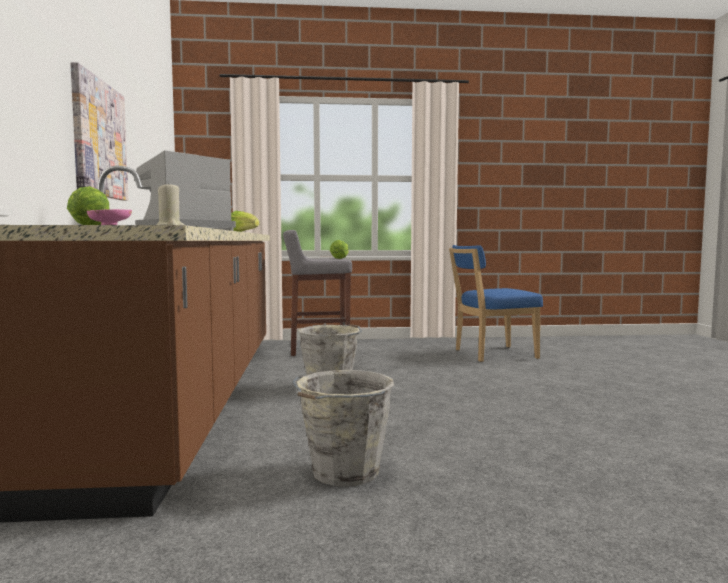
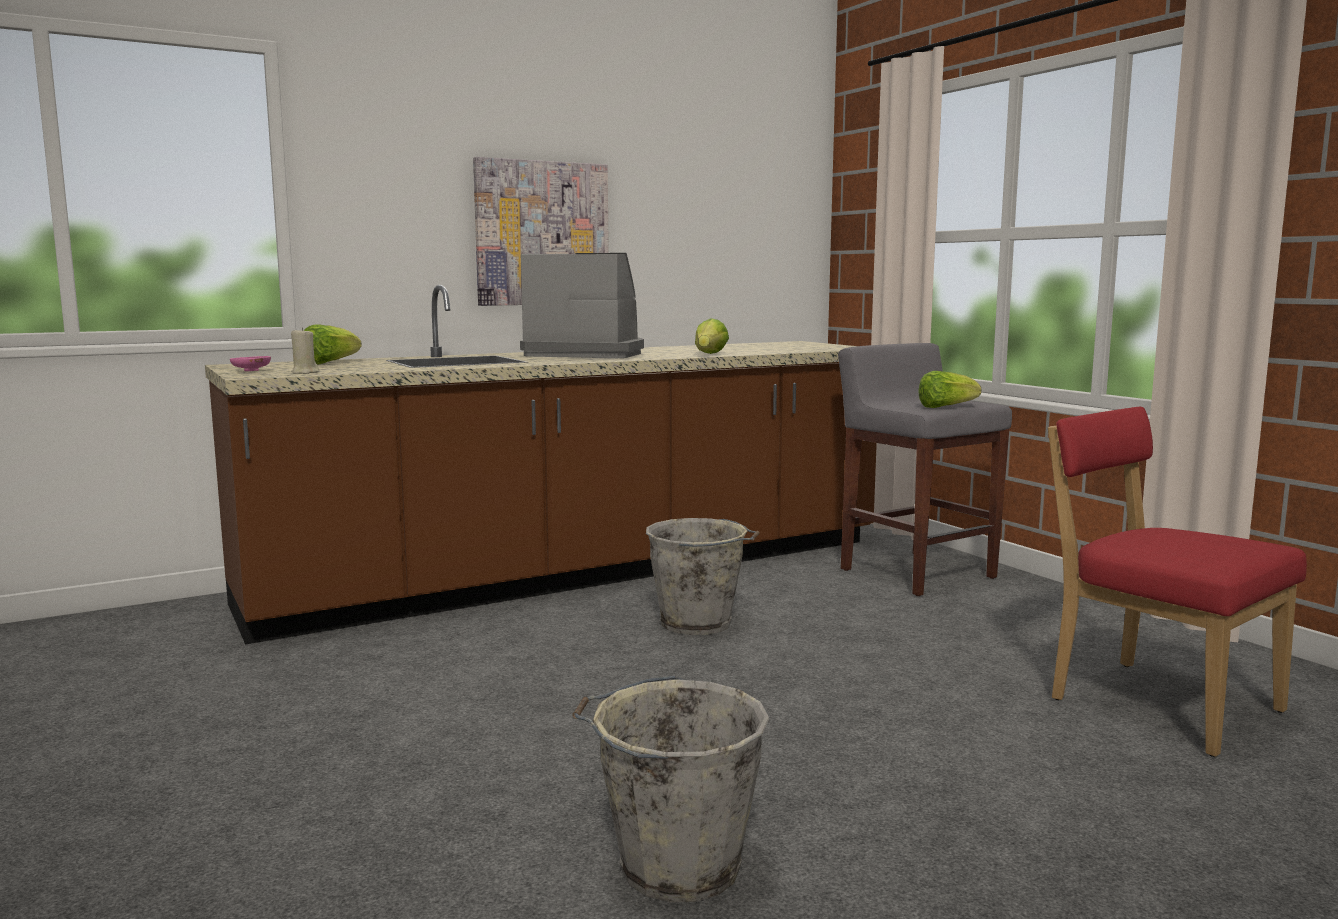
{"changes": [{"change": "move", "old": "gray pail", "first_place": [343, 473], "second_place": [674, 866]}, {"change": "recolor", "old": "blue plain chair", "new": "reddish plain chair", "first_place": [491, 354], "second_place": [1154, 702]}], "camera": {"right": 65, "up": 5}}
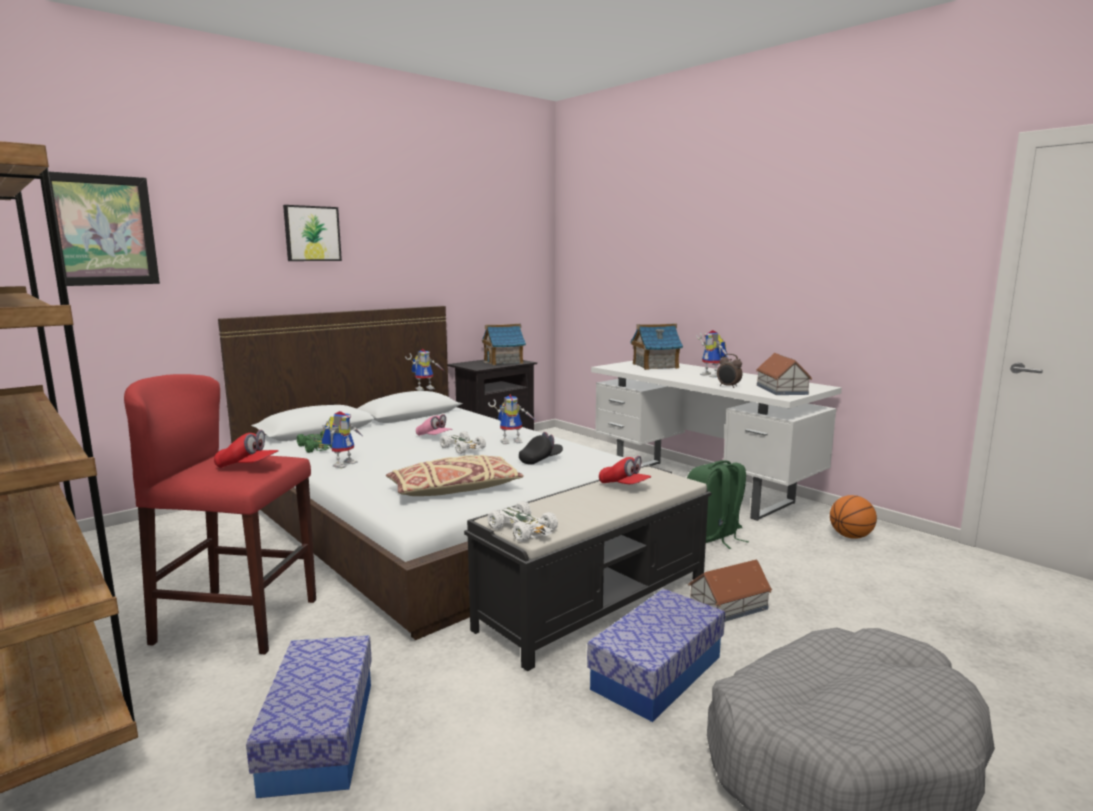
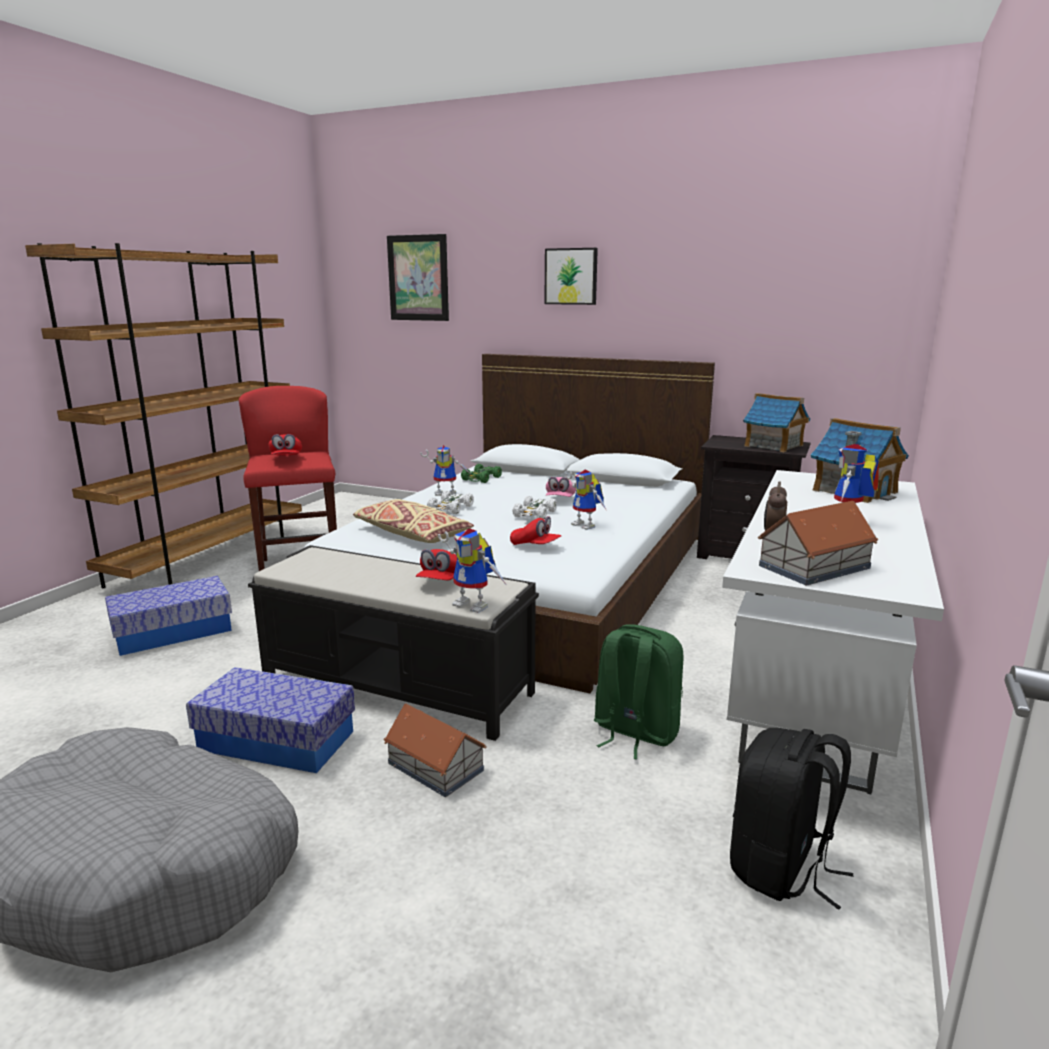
{"changes": [{"change": "move", "old": "toy robot", "first_place": [425, 388], "second_place": [475, 605]}, {"change": "move", "old": "white toy car", "first_place": [523, 530], "second_place": [450, 509]}, {"change": "replace", "old": "basketball ball", "new": "blackish knapsack", "first_place": [850, 536], "second_place": [781, 868]}, {"change": "recolor", "old": "blackish peaked cap", "new": "reddish peaked cap", "first_place": [540, 460], "second_place": [535, 546]}], "camera": {"right": 65, "up": 5}}
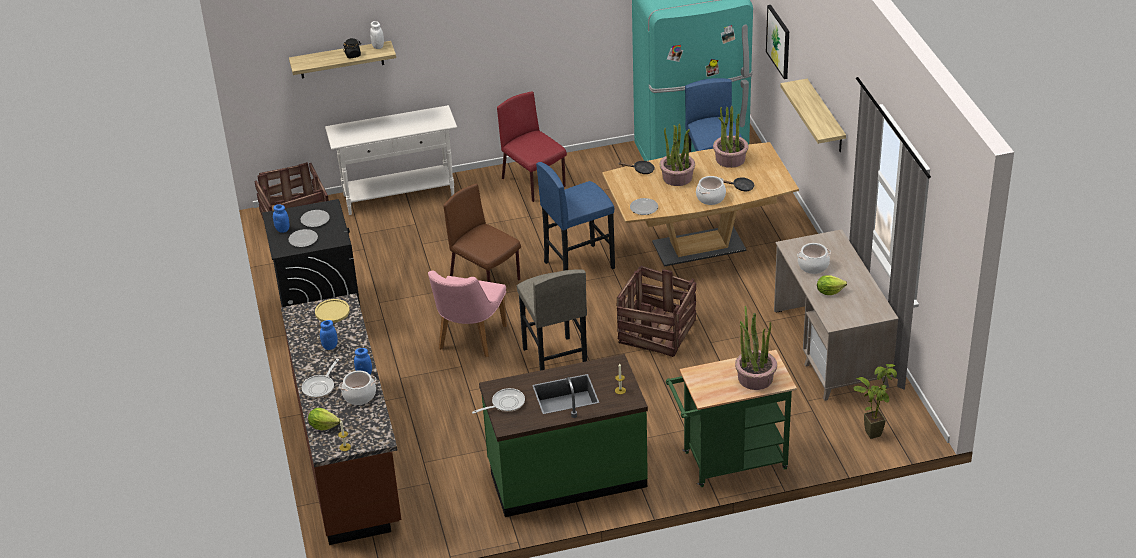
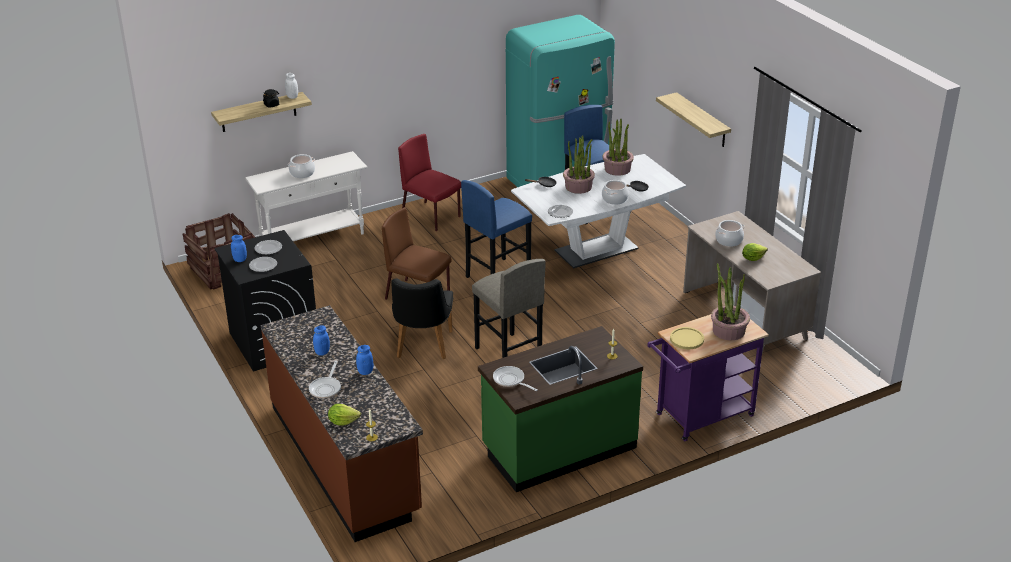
{"changes": [{"change": "delete", "old": "shipping crate", "first_place": [656, 332]}, {"change": "delete", "old": "wall art", "first_place": [779, 41]}, {"change": "delete", "old": "houseplant", "first_place": [872, 429]}, {"change": "move", "old": "yellowish dinner plate", "first_place": [332, 312], "second_place": [686, 339]}, {"change": "move", "old": "saucepot", "first_place": [359, 395], "second_place": [302, 173]}, {"change": "recolor", "old": "pink plain chair", "new": "blackish plain chair", "first_place": [468, 341], "second_place": [422, 348]}, {"change": "recolor", "old": "brown-coloured dinner table", "new": "white dinner table", "first_place": [698, 246], "second_place": [596, 250]}, {"change": "recolor", "old": "green trolley", "new": "purplish trolley", "first_place": [728, 463], "second_place": [699, 417]}, {"change": "rotate", "old": "skillet", "first_place": [505, 404], "second_place": [510, 380], "degrees": -90}], "camera": {"right": -15, "up": -5}}
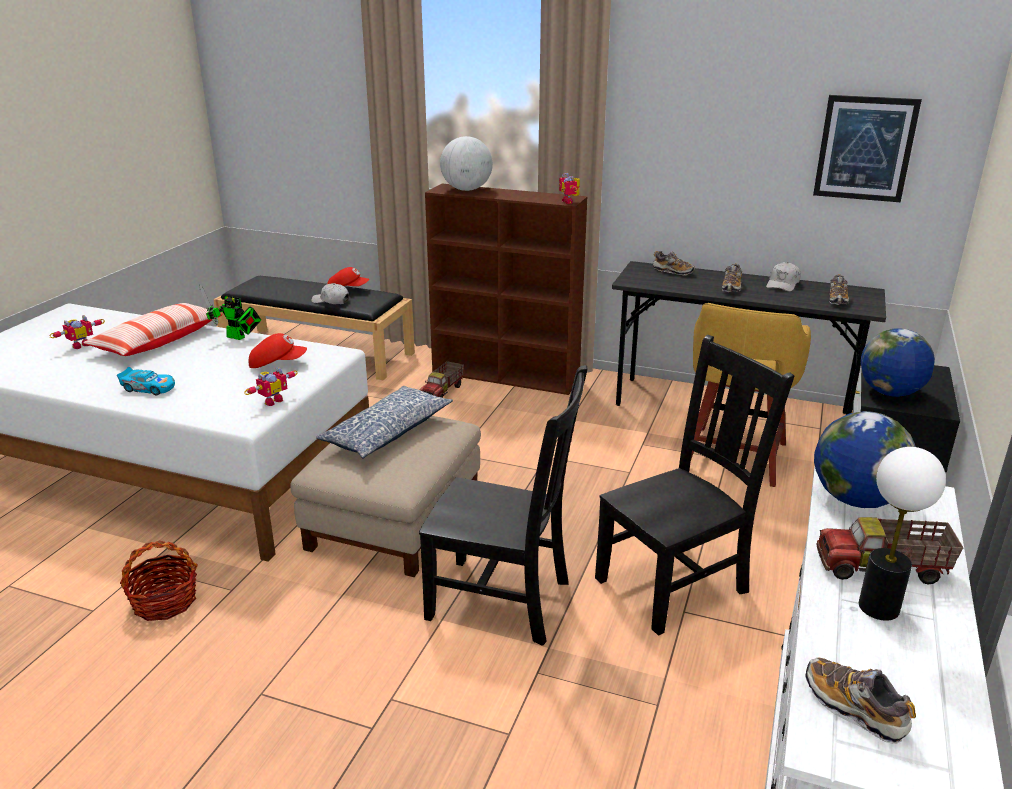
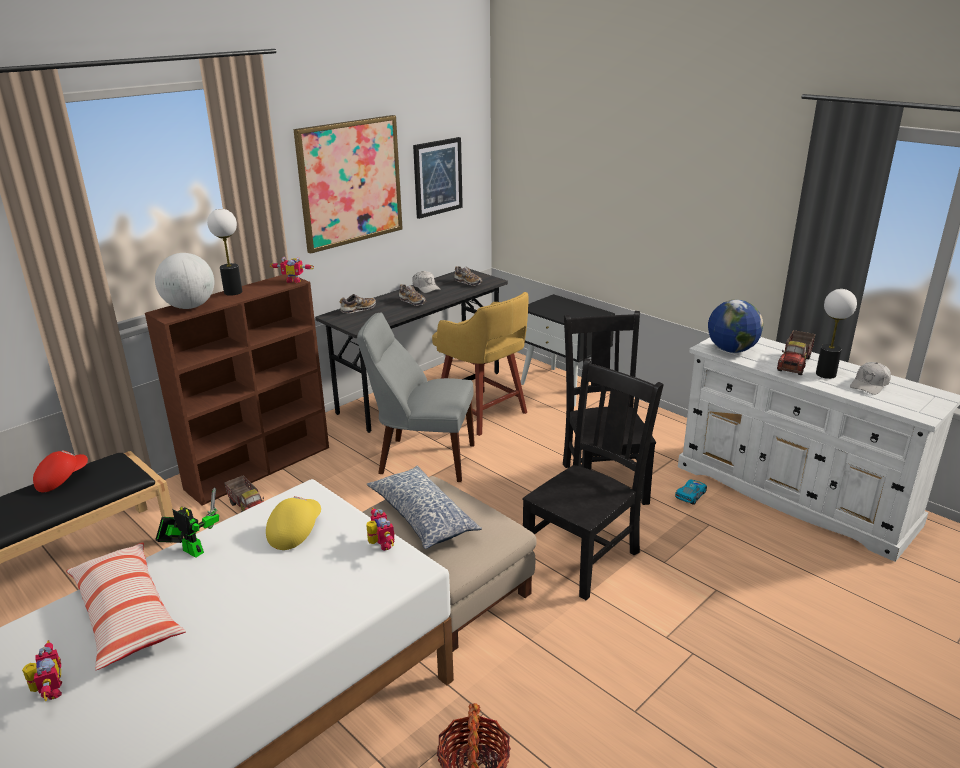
{"changes": [{"change": "delete", "old": "shoe", "first_place": [854, 708]}, {"change": "delete", "old": "globe", "first_place": [890, 393]}, {"change": "insert", "new": "lamp for a table", "second_place": [233, 292]}, {"change": "insert", "new": "wall art", "second_place": [350, 182]}, {"change": "insert", "new": "gray plain chair", "second_place": [422, 458]}, {"change": "move", "old": "toy car", "first_place": [149, 388], "second_place": [690, 496]}, {"change": "move", "old": "white peaked cap", "first_place": [331, 301], "second_place": [869, 385]}, {"change": "recolor", "old": "reddish peaked cap", "new": "yellowish peaked cap", "first_place": [277, 364], "second_place": [295, 531]}, {"change": "rotate", "old": "toy robot", "first_place": [238, 337], "second_place": [191, 550], "degrees": -105}], "camera": {"right": -65, "up": 0}}
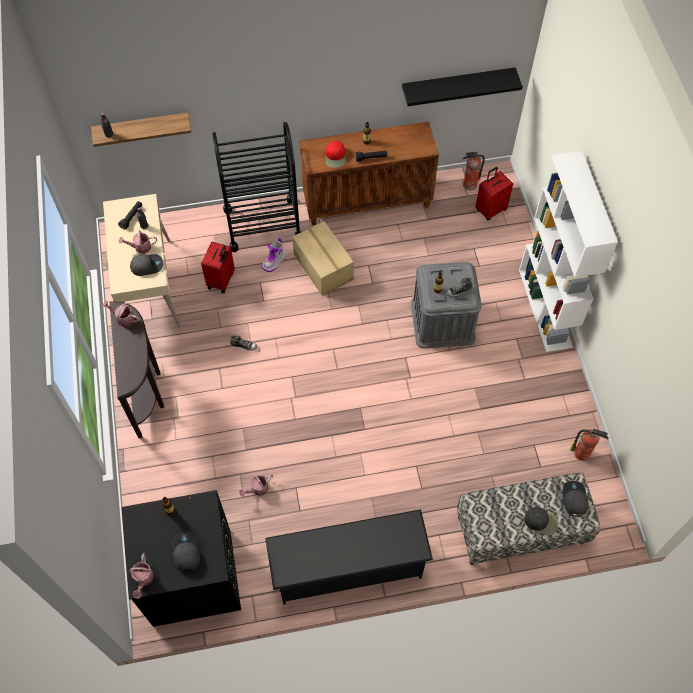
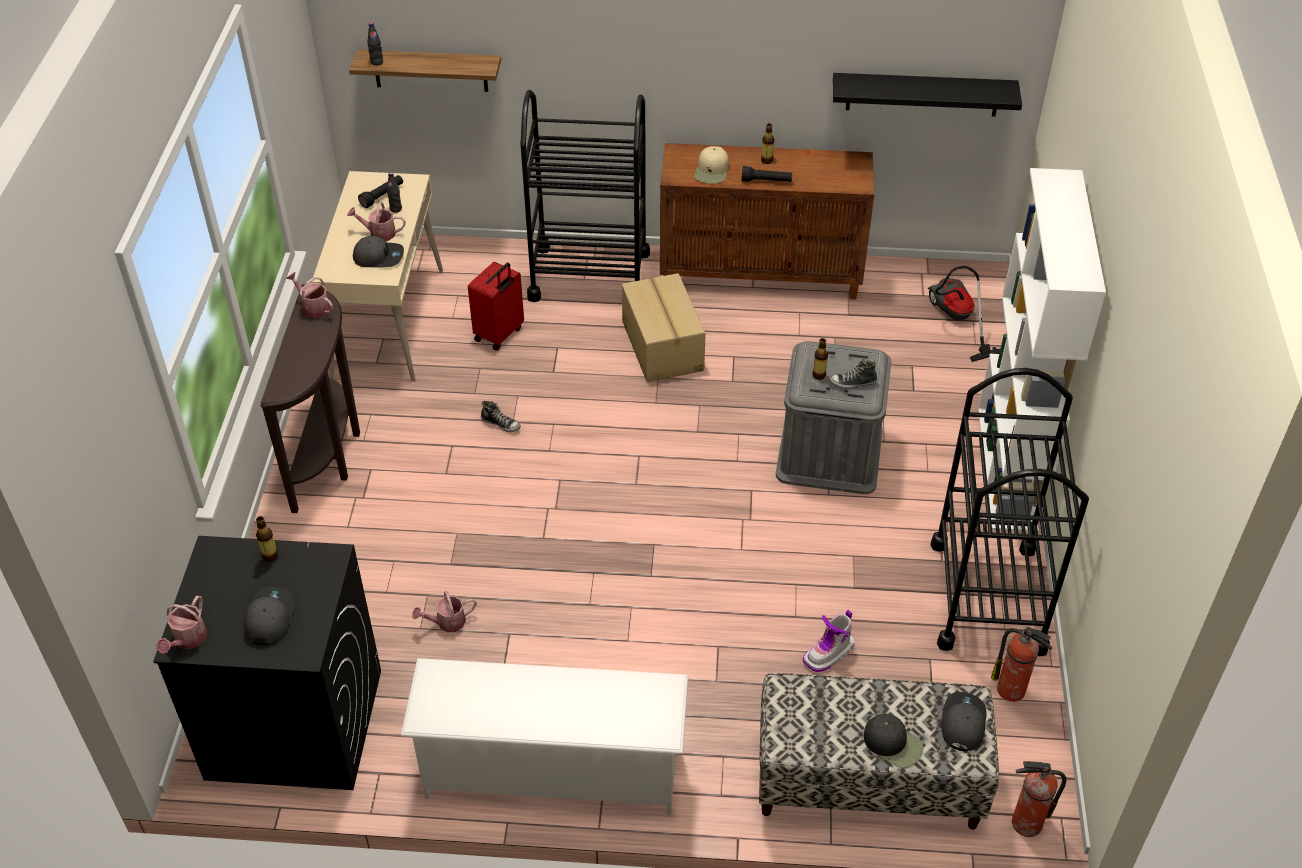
{"changes": [{"change": "insert", "new": "blackish trolley", "second_place": [987, 596]}, {"change": "move", "old": "tall boot", "first_place": [274, 261], "second_place": [829, 654]}, {"change": "move", "old": "fire extinguisher", "first_place": [469, 185], "second_place": [1025, 823]}, {"change": "replace", "old": "reddish suitcase", "new": "hoover", "first_place": [490, 209], "second_place": [955, 320]}, {"change": "recolor", "old": "blackish shoe shelf", "new": "white shoe shelf", "first_place": [348, 568], "second_place": [552, 771]}, {"change": "recolor", "old": "reddish peaked cap", "new": "beige peaked cap", "first_place": [335, 157], "second_place": [712, 171]}], "camera": {"right": 15, "up": -15}}
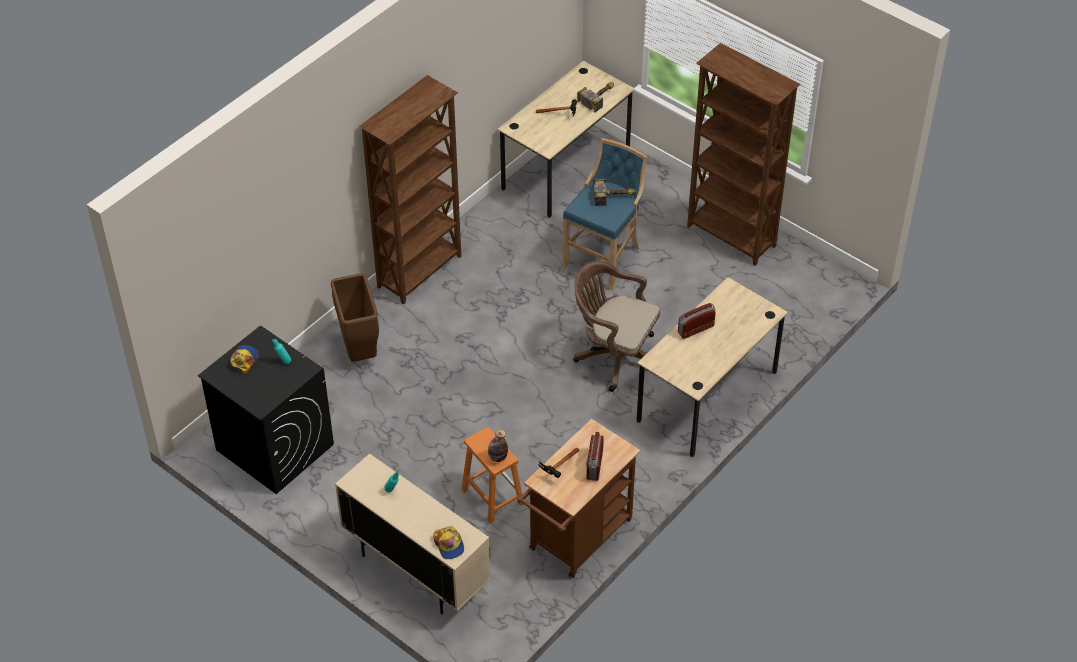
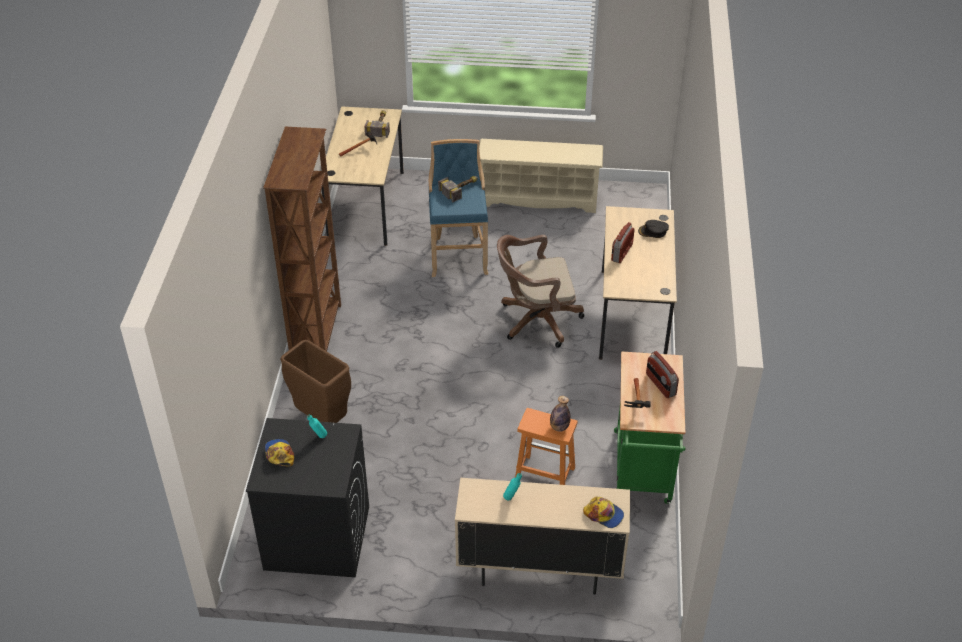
{"changes": [{"change": "insert", "new": "blackish peaked cap", "second_place": [653, 231]}, {"change": "replace", "old": "brown-coloured shelving unit", "new": "beige shoe shelf", "first_place": [731, 237], "second_place": [538, 198]}, {"change": "recolor", "old": "brown-coloured trolley", "new": "green trolley", "first_place": [576, 540], "second_place": [642, 472]}], "camera": {"right": -35, "up": -5}}
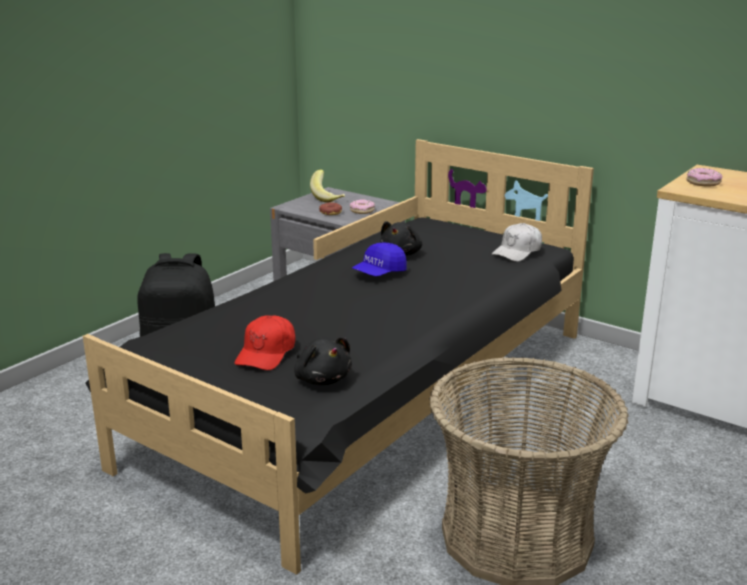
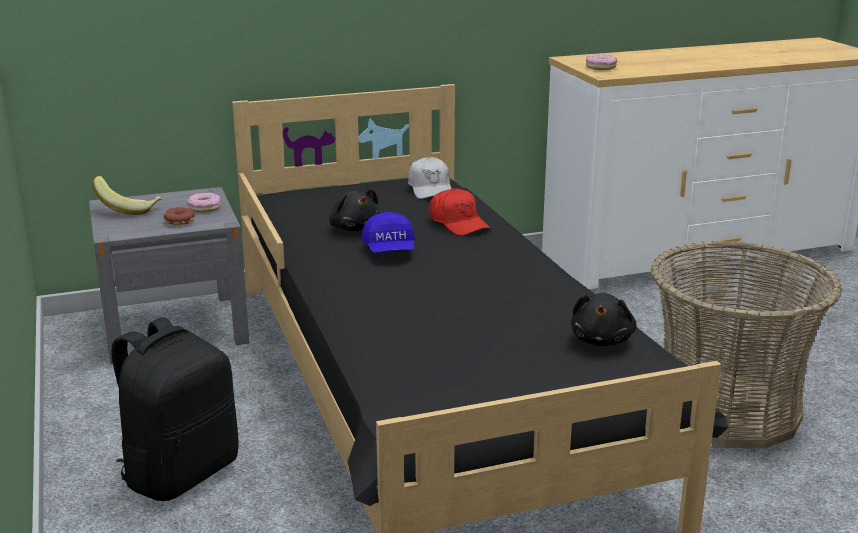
{"changes": [{"change": "move", "old": "reddish peaked cap", "first_place": [266, 353], "second_place": [458, 223]}, {"change": "rotate", "old": "blackish plush toy", "first_place": [322, 379], "second_place": [602, 340], "degrees": 105}], "camera": {"right": -55, "up": 0}}
